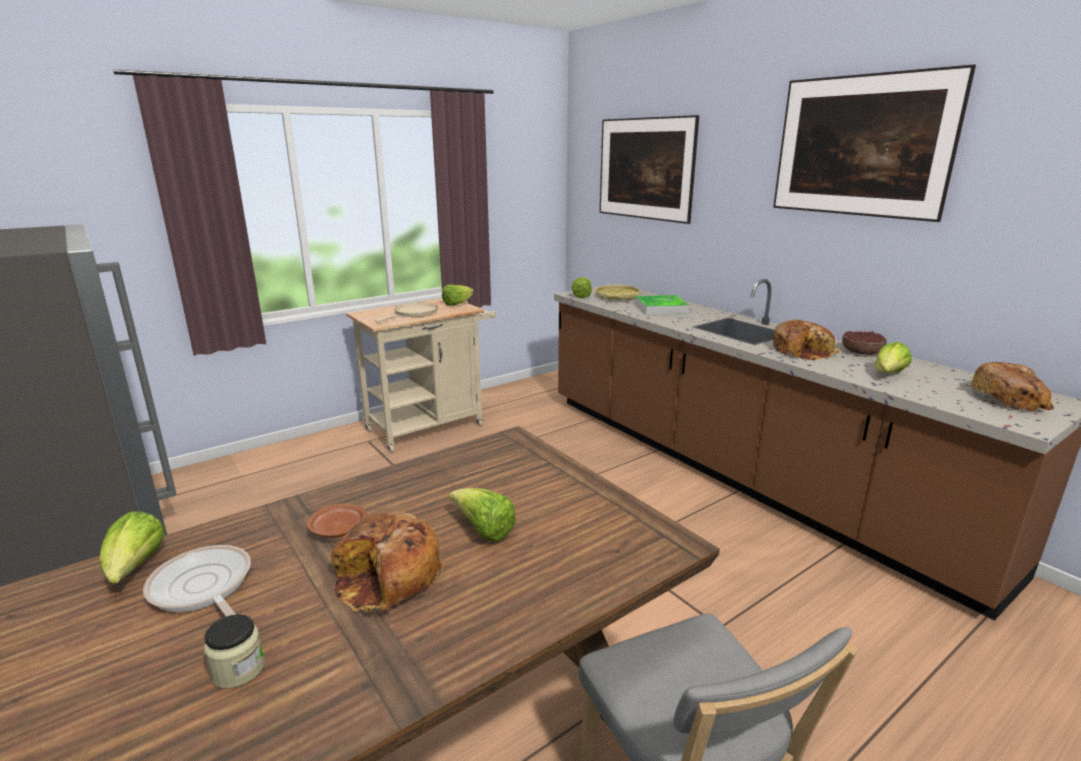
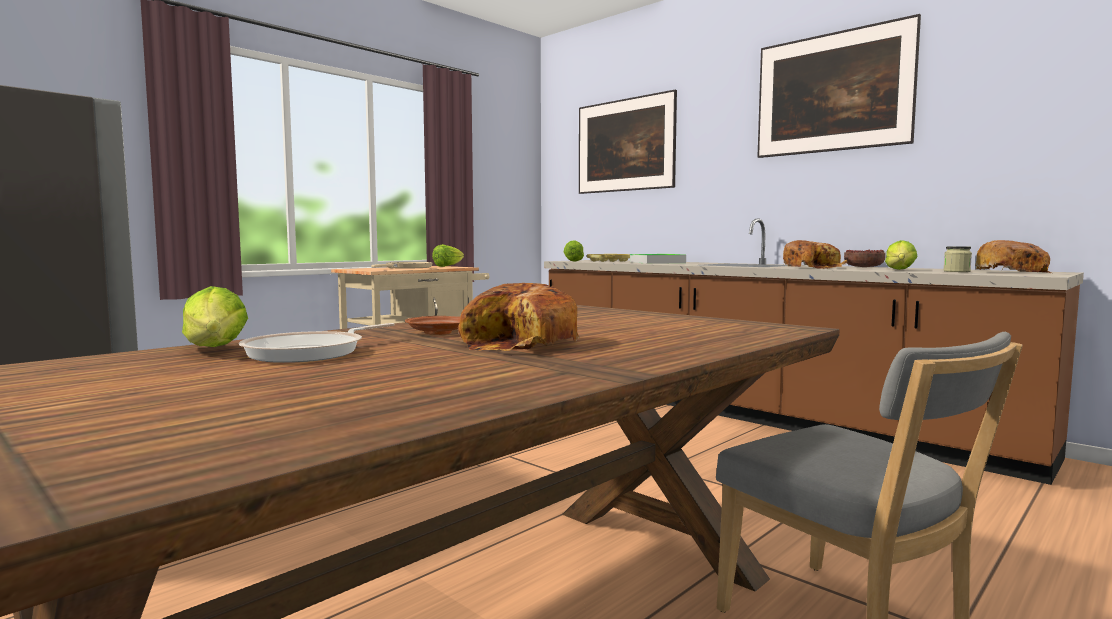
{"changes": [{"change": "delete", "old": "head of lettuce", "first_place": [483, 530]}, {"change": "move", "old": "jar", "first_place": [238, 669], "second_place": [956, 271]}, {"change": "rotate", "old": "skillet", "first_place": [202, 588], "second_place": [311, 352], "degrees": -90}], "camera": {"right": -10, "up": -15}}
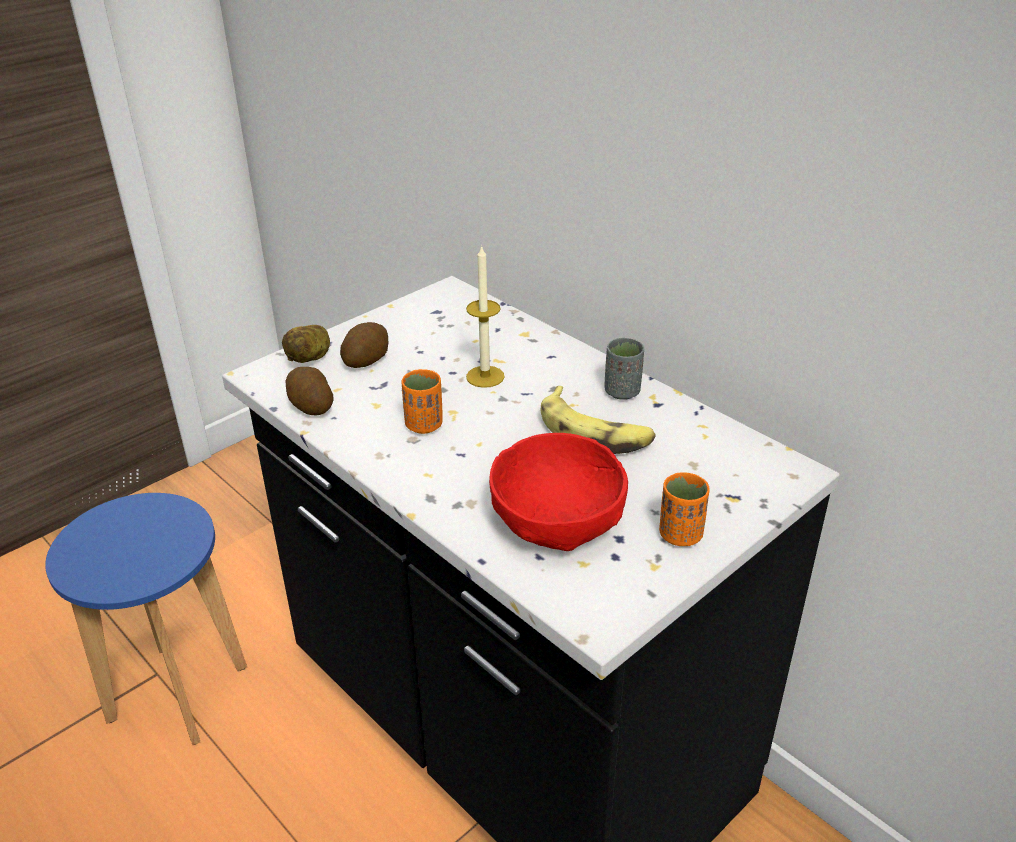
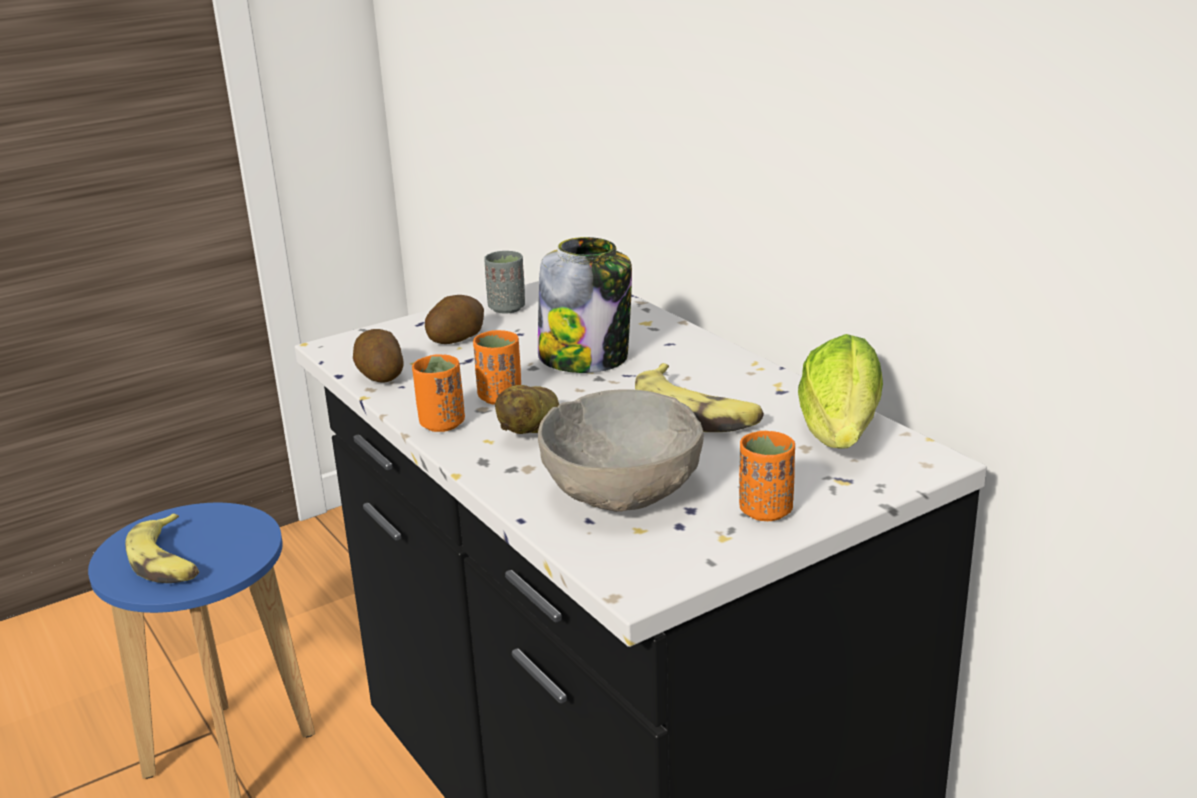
{"changes": [{"change": "insert", "new": "banana fruit", "second_place": [168, 561]}, {"change": "insert", "new": "orange small cup", "second_place": [442, 424]}, {"change": "insert", "new": "head of lettuce", "second_place": [839, 435]}, {"change": "move", "old": "potato", "first_place": [310, 358], "second_place": [532, 430]}, {"change": "move", "old": "gray small cup", "first_place": [622, 392], "second_place": [507, 308]}, {"change": "replace", "old": "wax light", "new": "jar", "first_place": [485, 376], "second_place": [586, 358]}, {"change": "recolor", "old": "reddish deep dish", "new": "gray deep dish", "first_place": [558, 522], "second_place": [623, 491]}], "camera": {"right": 10, "up": -10}}
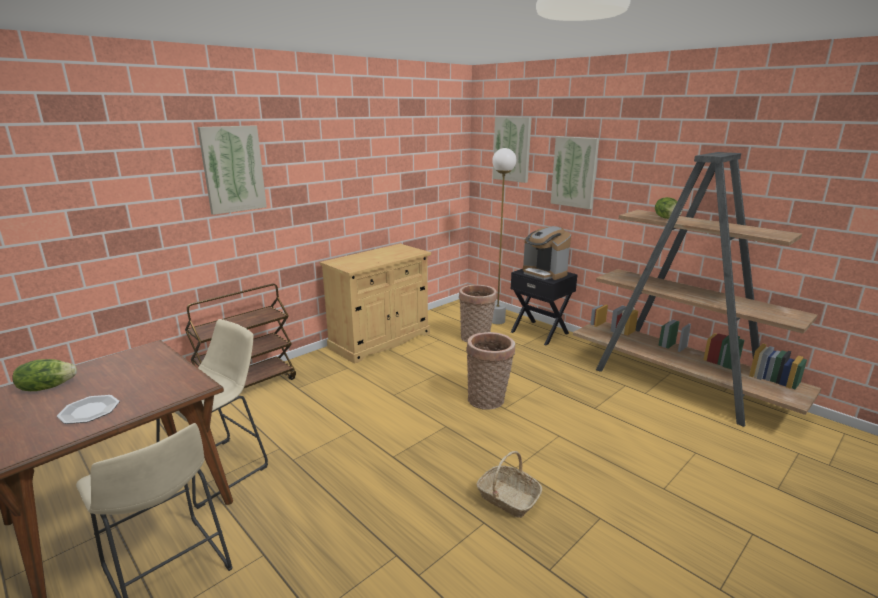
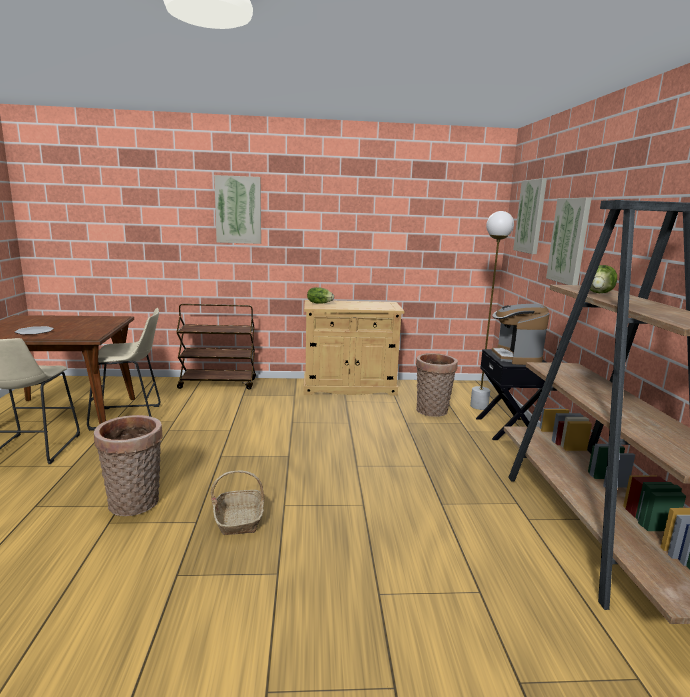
{"changes": [{"change": "move", "old": "head of lettuce", "first_place": [47, 387], "second_place": [319, 303]}, {"change": "move", "old": "storage basket", "first_place": [488, 400], "second_place": [135, 504]}], "camera": {"right": 40, "up": -5}}
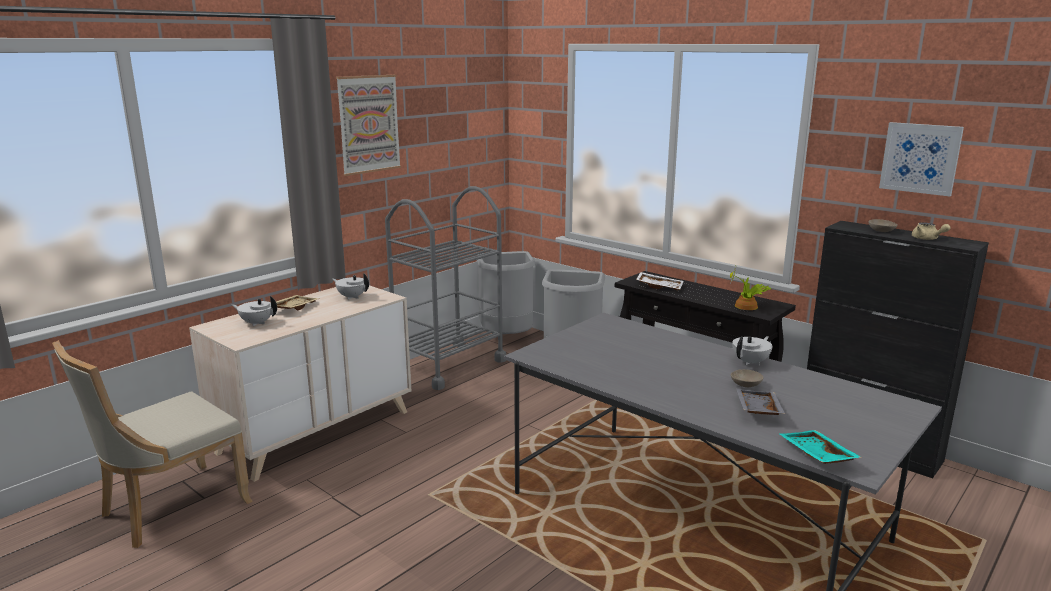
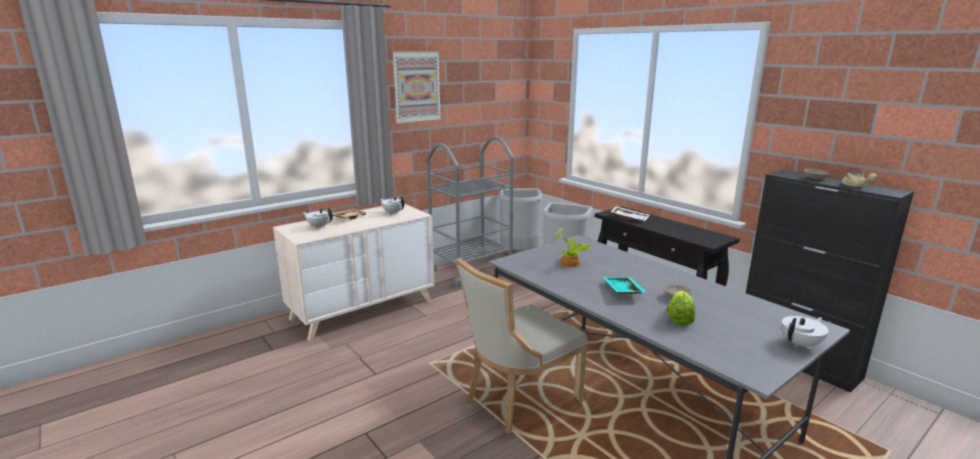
{"changes": [{"change": "delete", "old": "wall art", "first_place": [920, 158]}, {"change": "move", "old": "beige plain chair", "first_place": [169, 508], "second_place": [518, 400]}, {"change": "move", "old": "houseplant", "first_place": [747, 307], "second_place": [570, 263]}, {"change": "move", "old": "white tea pot", "first_place": [751, 362], "second_place": [801, 344]}, {"change": "move", "old": "turquoise-coloured tray", "first_place": [815, 455], "second_place": [622, 291]}, {"change": "replace", "old": "gray tray", "new": "head of lettuce", "first_place": [757, 409], "second_place": [679, 318]}], "camera": {"right": 10, "up": 0}}
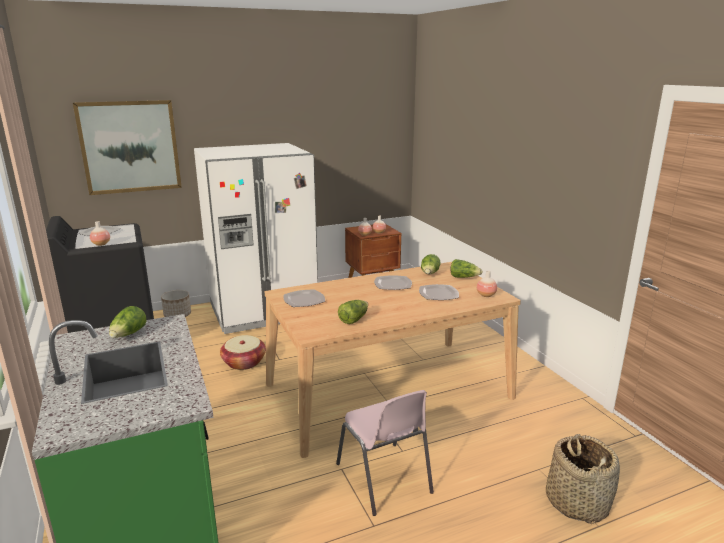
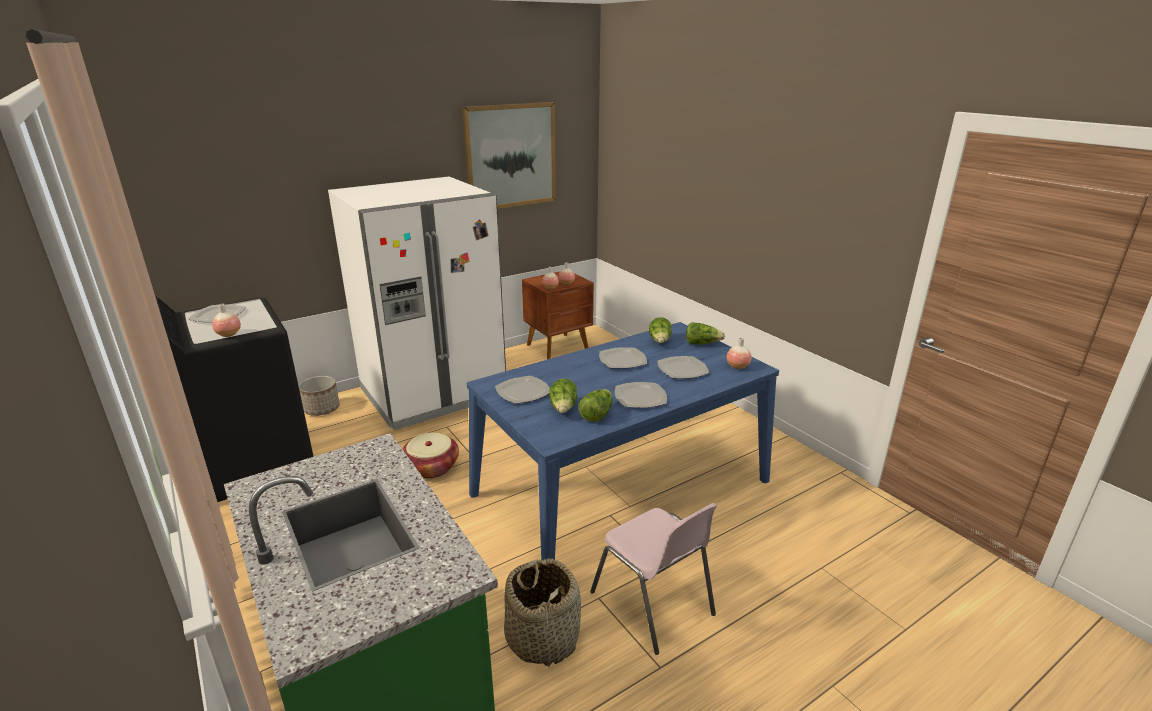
{"changes": [{"change": "insert", "new": "dinner plate", "second_place": [640, 397]}, {"change": "move", "old": "wall art", "first_place": [130, 147], "second_place": [511, 156]}, {"change": "move", "old": "head of lettuce", "first_place": [129, 334], "second_place": [563, 408]}, {"change": "move", "old": "storage basket", "first_place": [577, 502], "second_place": [542, 637]}, {"change": "recolor", "old": "beige dinner table", "new": "blue dinner table", "first_place": [388, 391], "second_place": [621, 487]}], "camera": {"right": -10, "up": 5}}
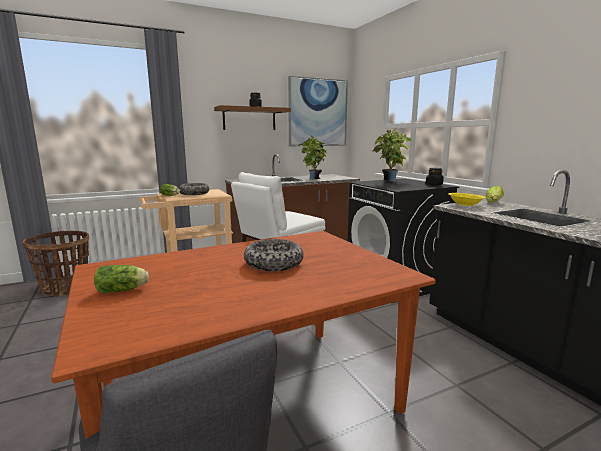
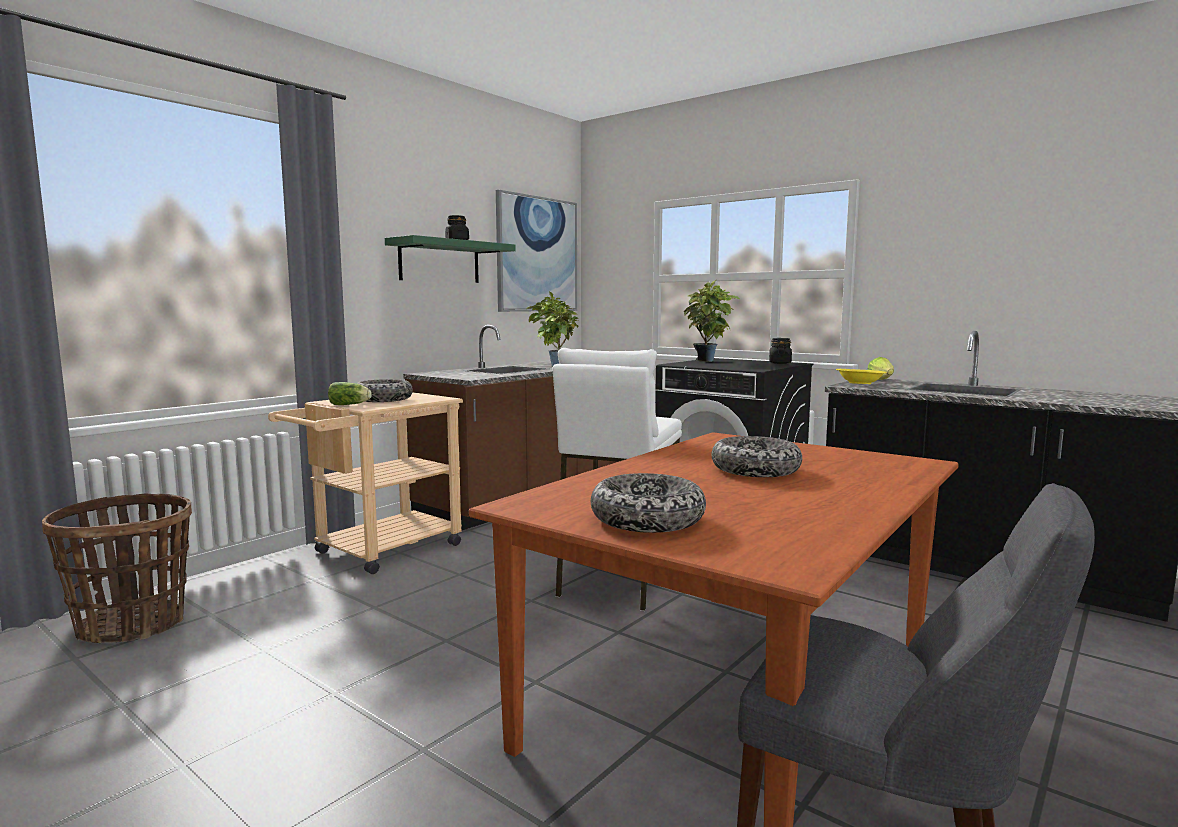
{"changes": [{"change": "replace", "old": "head of lettuce", "new": "deep dish", "first_place": [124, 290], "second_place": [647, 520]}, {"change": "recolor", "old": "brown-coloured shelf", "new": "green shelf", "first_place": [249, 119], "second_place": [439, 262]}], "camera": {"right": -25, "up": -5}}
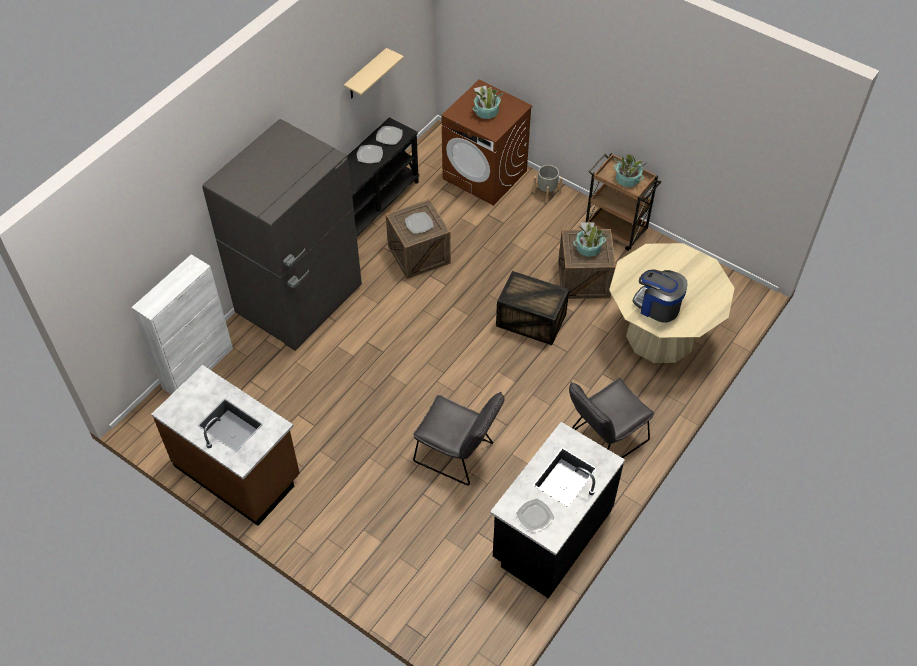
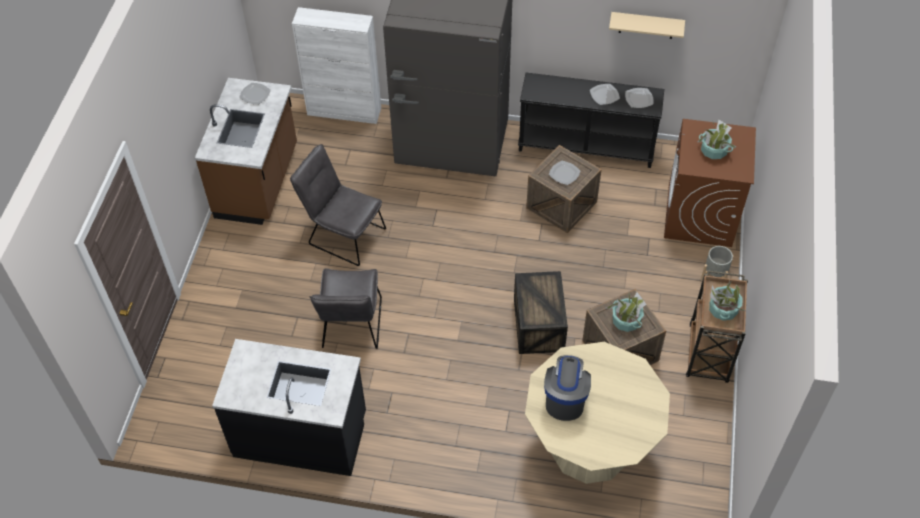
{"changes": [{"change": "move", "old": "dinner plate", "first_place": [535, 516], "second_place": [255, 94]}, {"change": "move", "old": "gray plain chair", "first_place": [603, 439], "second_place": [342, 234]}], "camera": {"right": 65, "up": 0}}
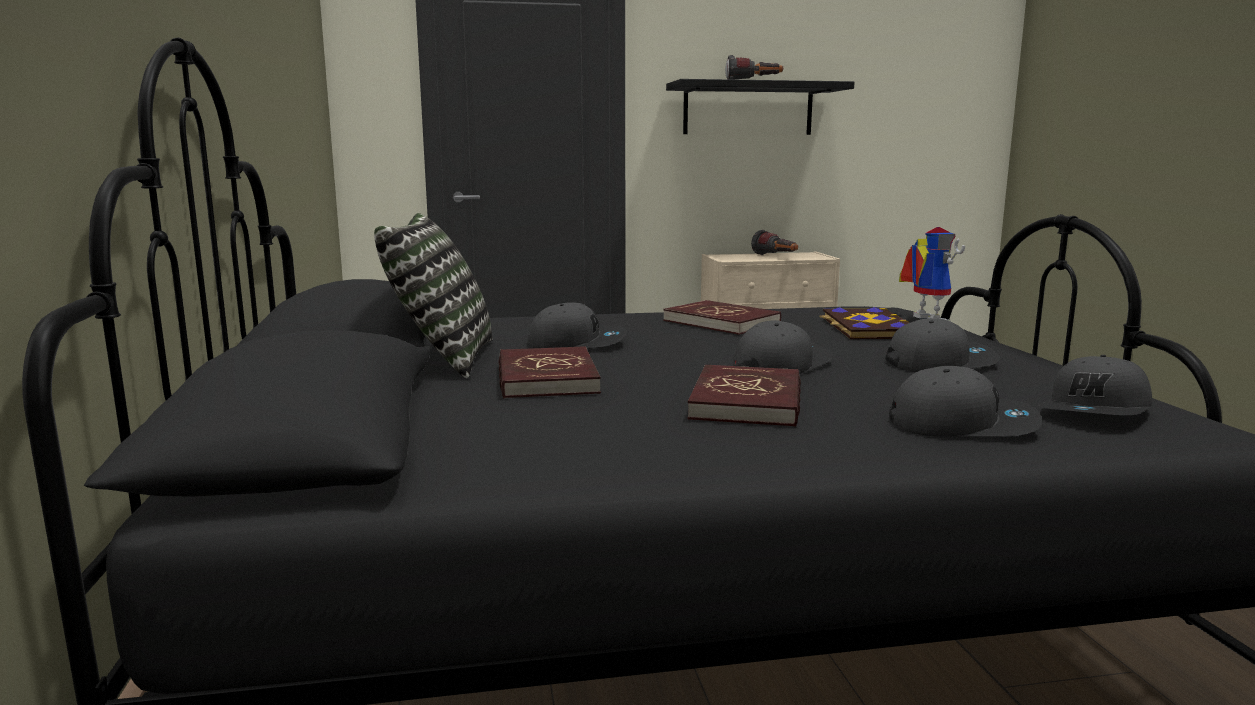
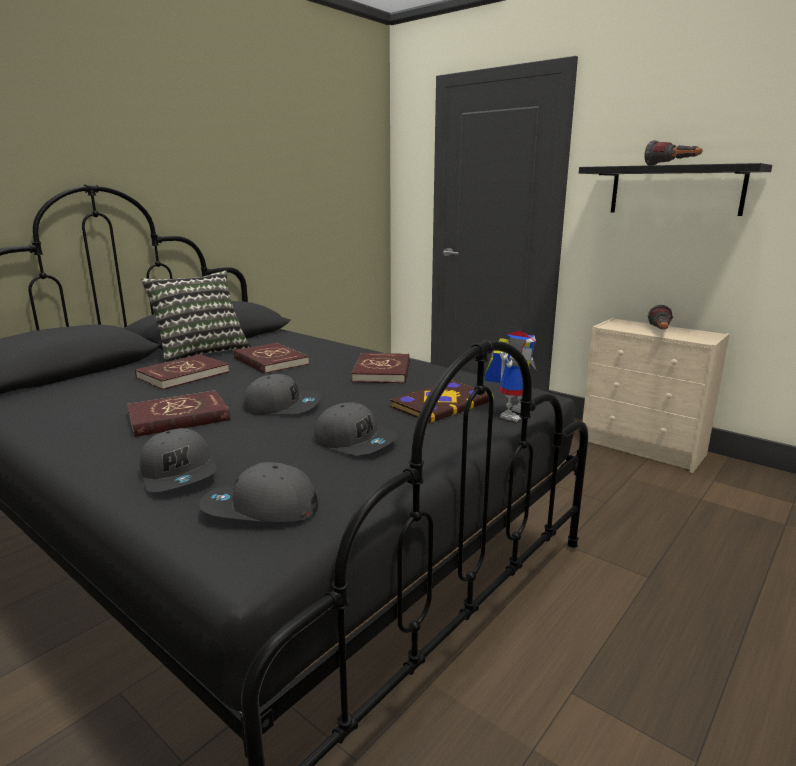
{"changes": [{"change": "replace", "old": "gray peaked cap", "new": "reddish book", "first_place": [577, 343], "second_place": [270, 361]}], "camera": {"right": 50, "up": 5}}
